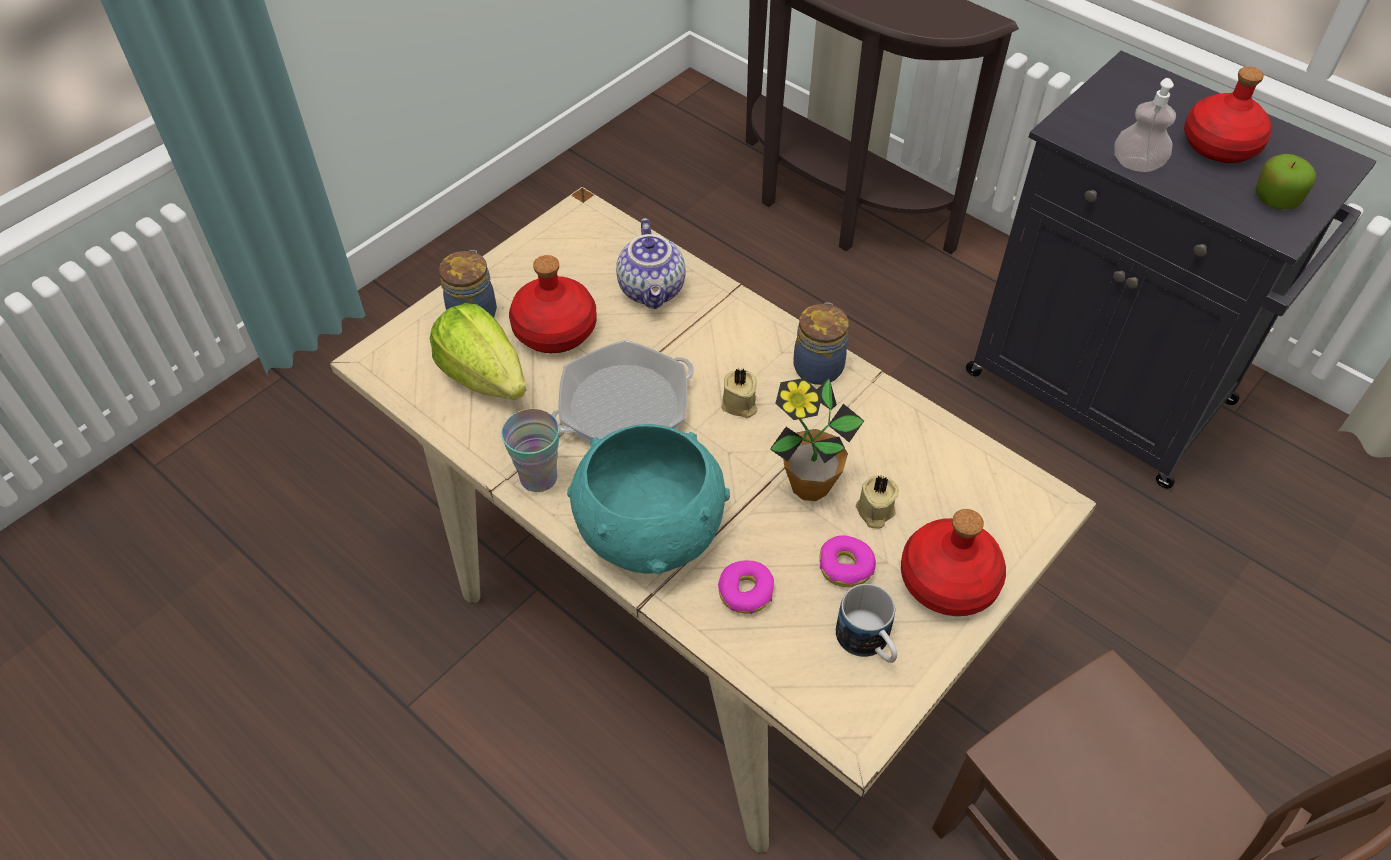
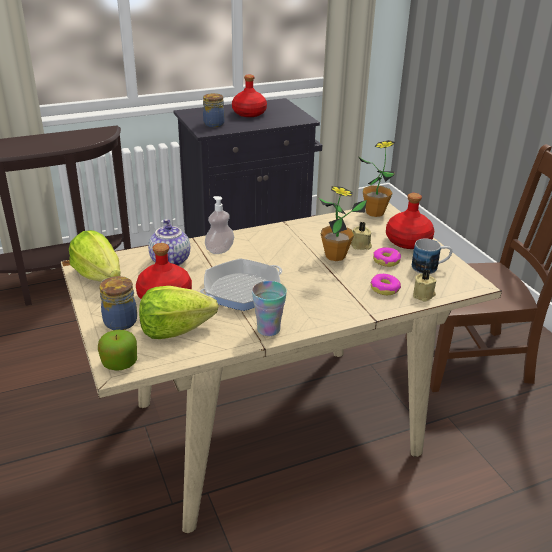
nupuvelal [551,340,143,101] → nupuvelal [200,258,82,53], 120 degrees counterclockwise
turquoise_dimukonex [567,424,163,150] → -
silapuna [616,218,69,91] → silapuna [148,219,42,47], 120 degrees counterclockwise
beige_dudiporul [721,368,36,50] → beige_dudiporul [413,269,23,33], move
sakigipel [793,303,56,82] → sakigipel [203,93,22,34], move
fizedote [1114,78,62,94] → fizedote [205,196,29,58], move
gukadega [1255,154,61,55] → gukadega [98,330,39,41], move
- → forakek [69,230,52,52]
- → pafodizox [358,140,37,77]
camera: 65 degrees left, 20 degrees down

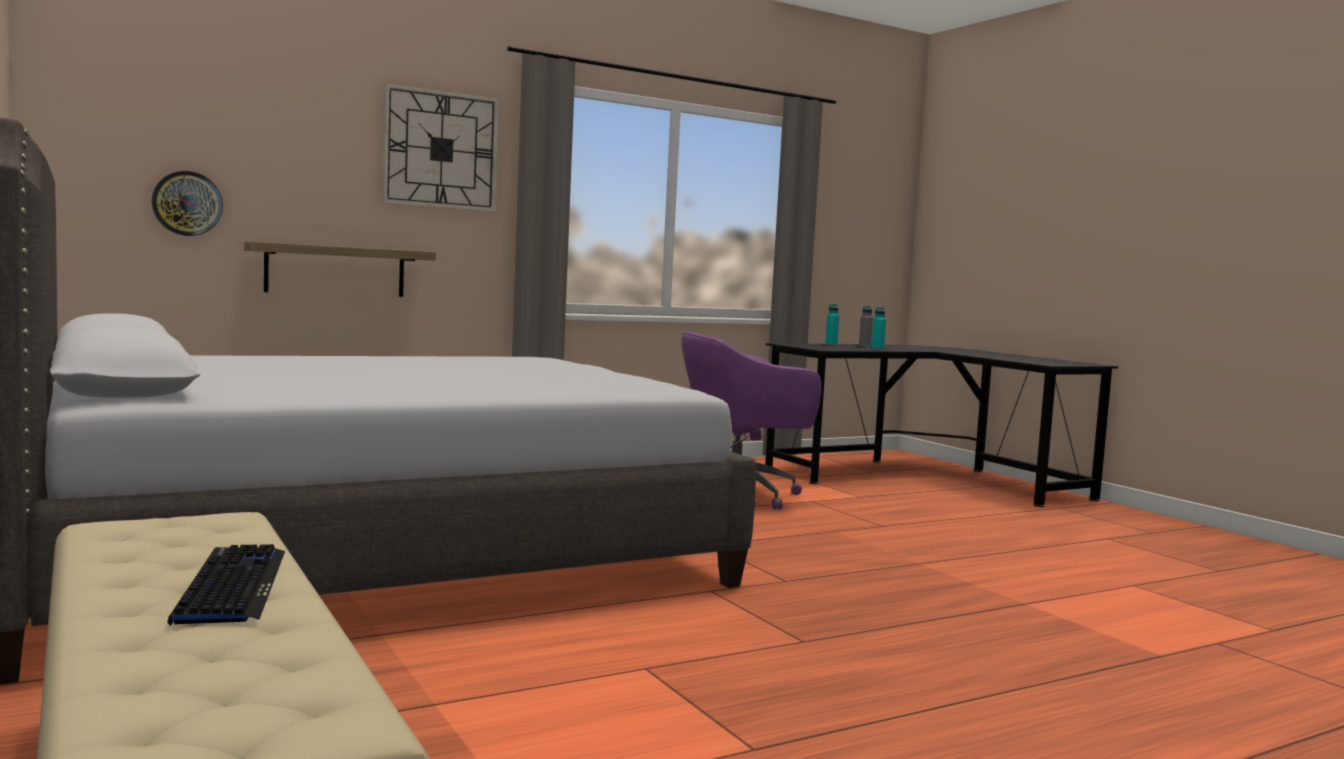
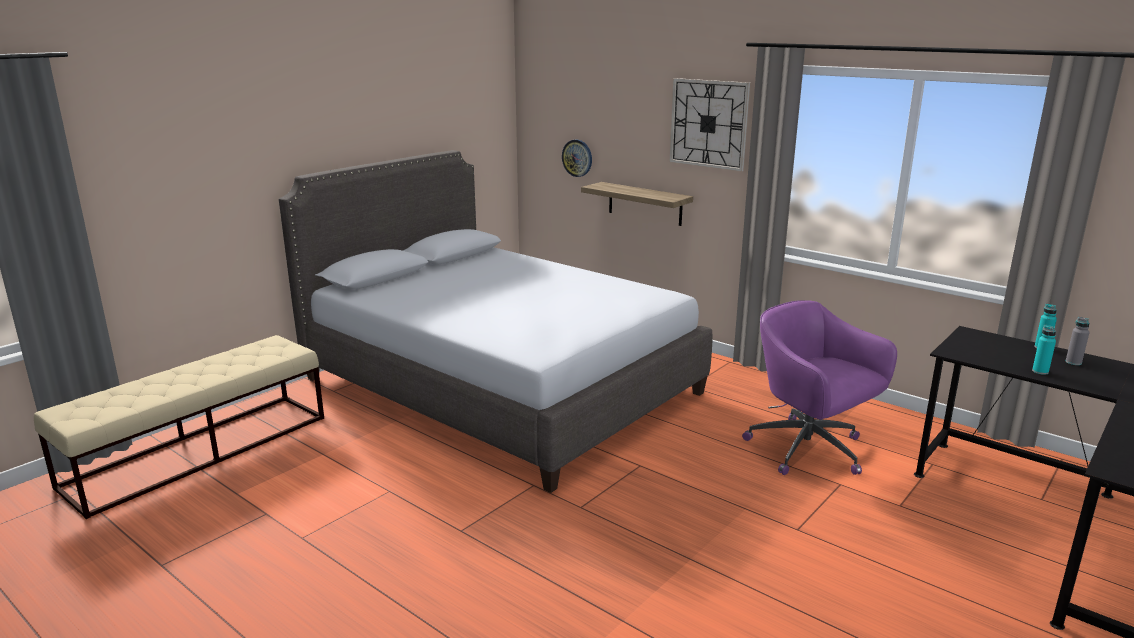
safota [167,544,118,82] → -
camera: 70 degrees right, 15 degrees up

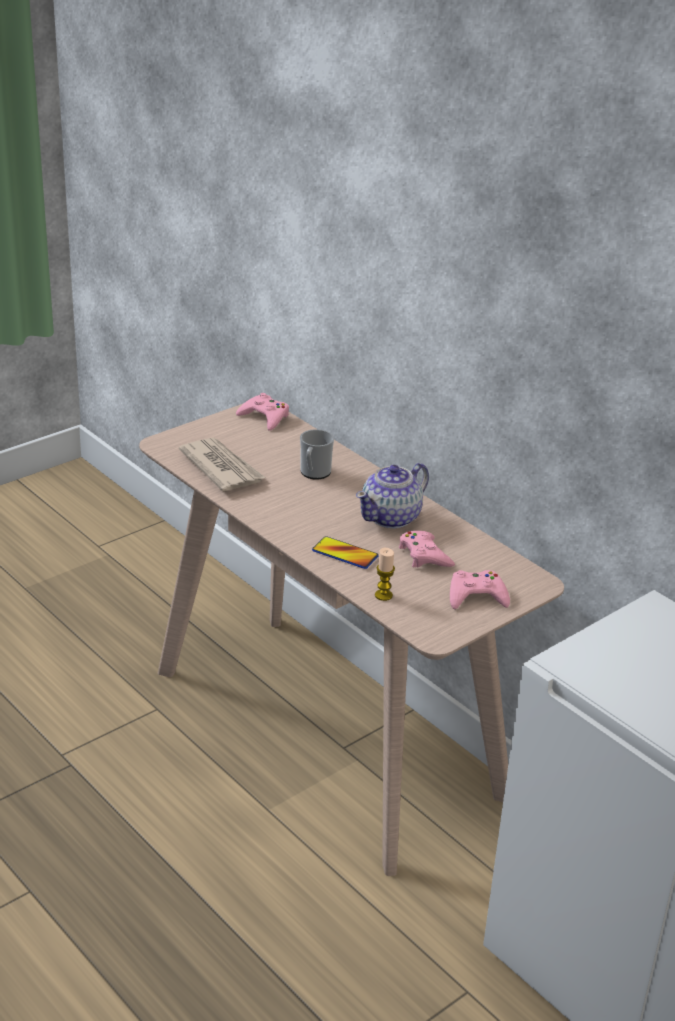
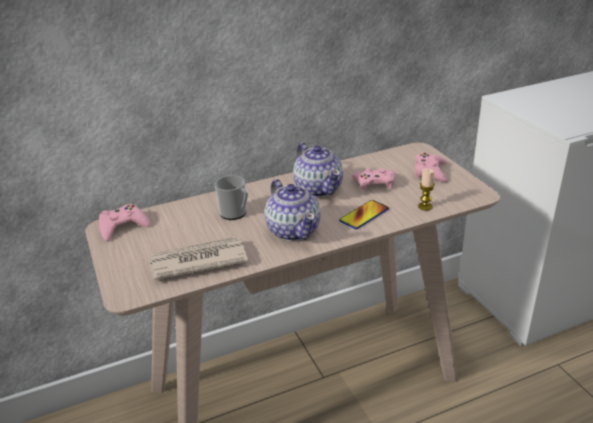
- → silapuna [265,179,55,62]
camera: 70 degrees left, 0 degrees up

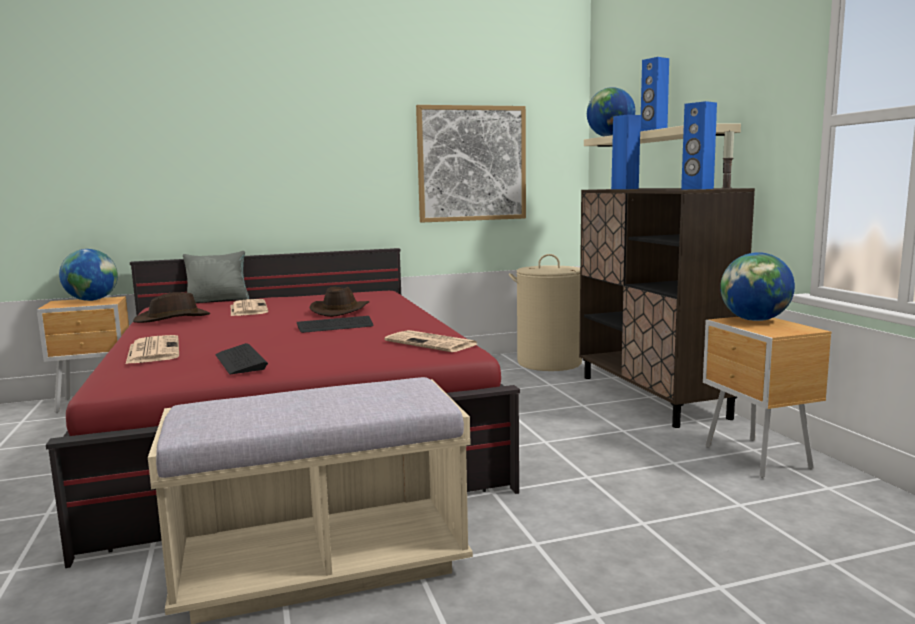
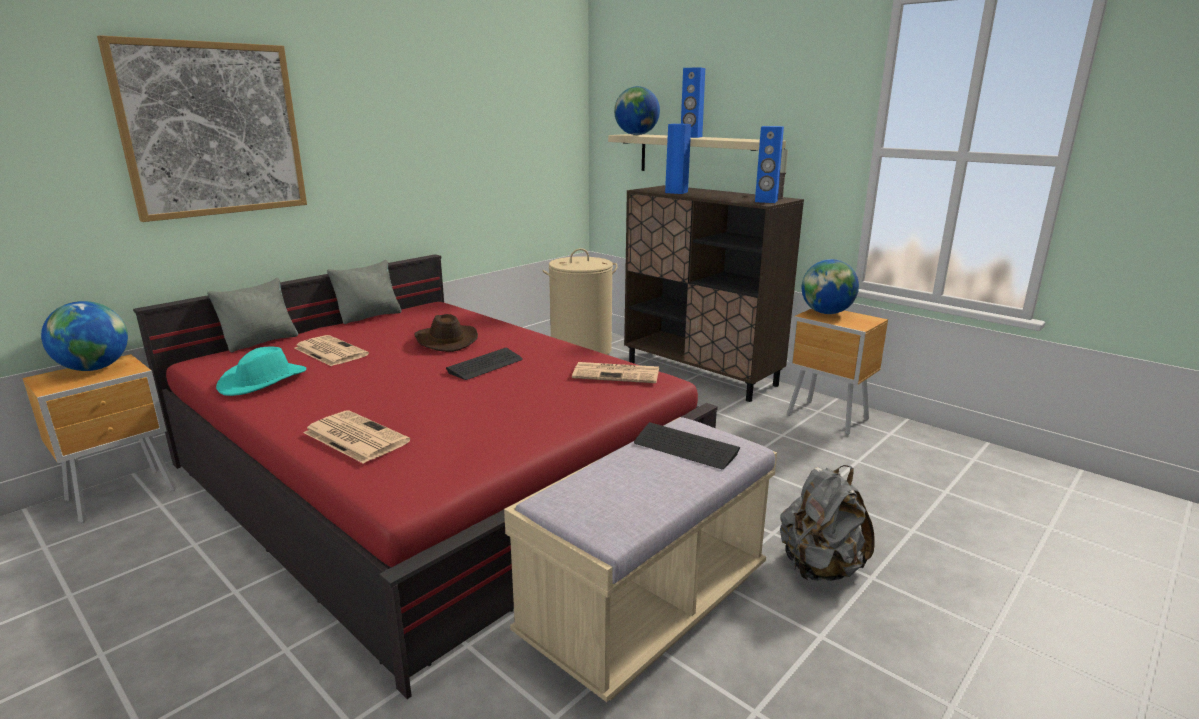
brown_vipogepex [133,292,77,31] → turquoise_vipogepex [216,347,90,49]
safota [216,343,52,31] → safota [634,422,106,47], move
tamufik [416,105,110,118] → tamufik [97,35,210,187], move
- → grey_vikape [327,260,75,64]
- → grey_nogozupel [780,465,95,116]
camera: 30 degrees left, 10 degrees up

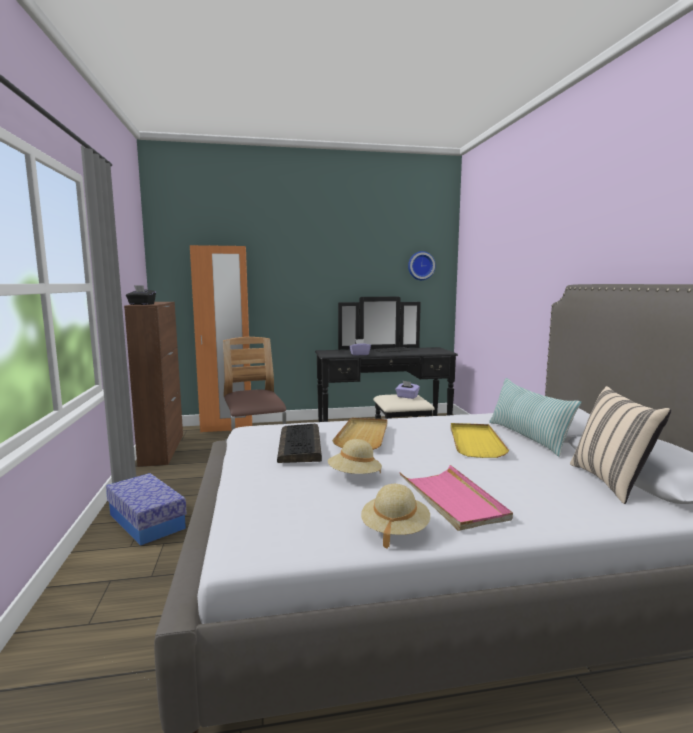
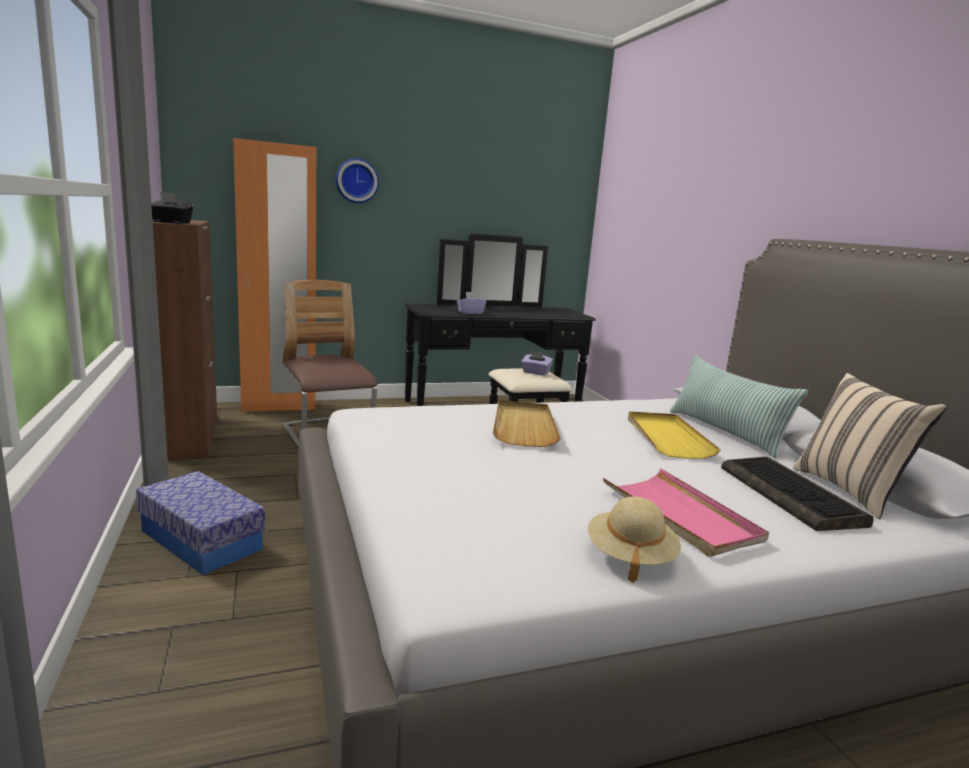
safota [277,424,45,39] → safota [721,457,153,74], move
beige_vipogepex [328,439,54,35] → -
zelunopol [408,251,27,29] → zelunopol [336,158,43,45], move
camera: 10 degrees left, 5 degrees up

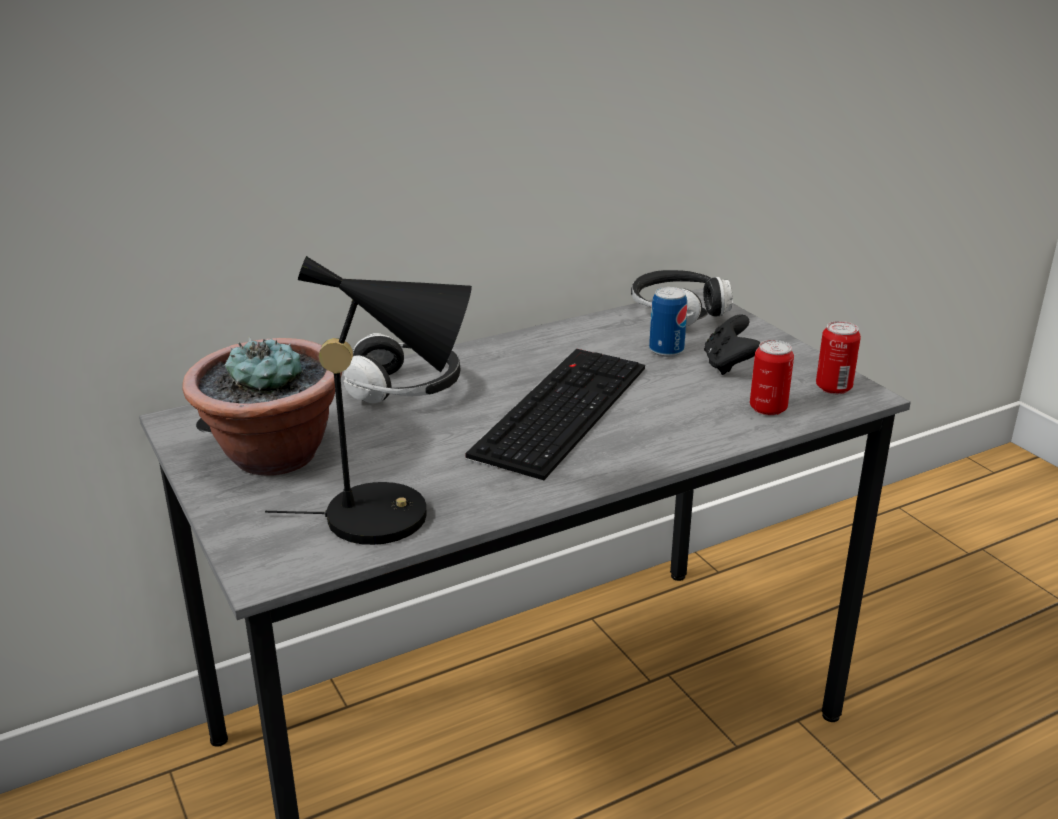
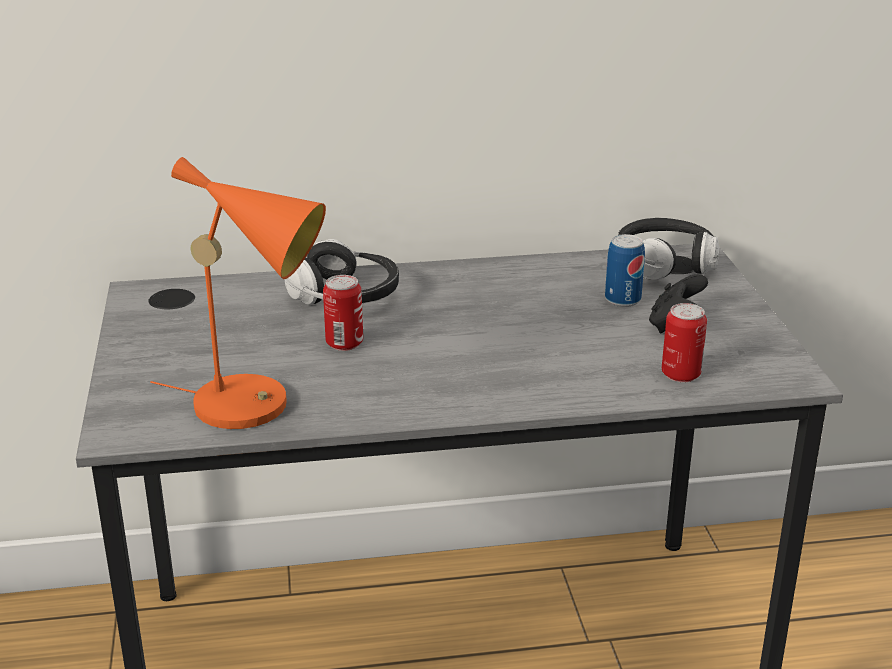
pafodizox [182,337,160,138] → -
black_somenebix [265,256,207,289] → orange_somenebix [150,157,176,272]
safota [466,349,179,131] → -
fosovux [816,321,45,73] → fosovux [323,275,40,76], move
camera: 20 degrees right, 0 degrees up

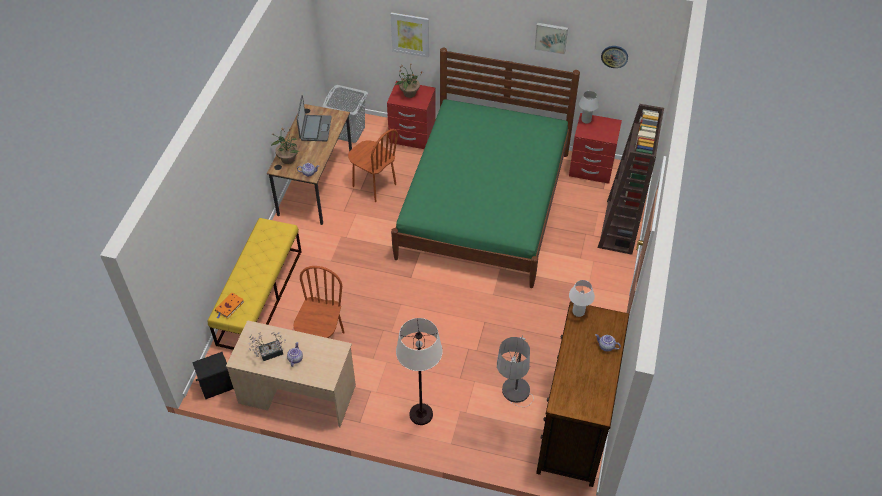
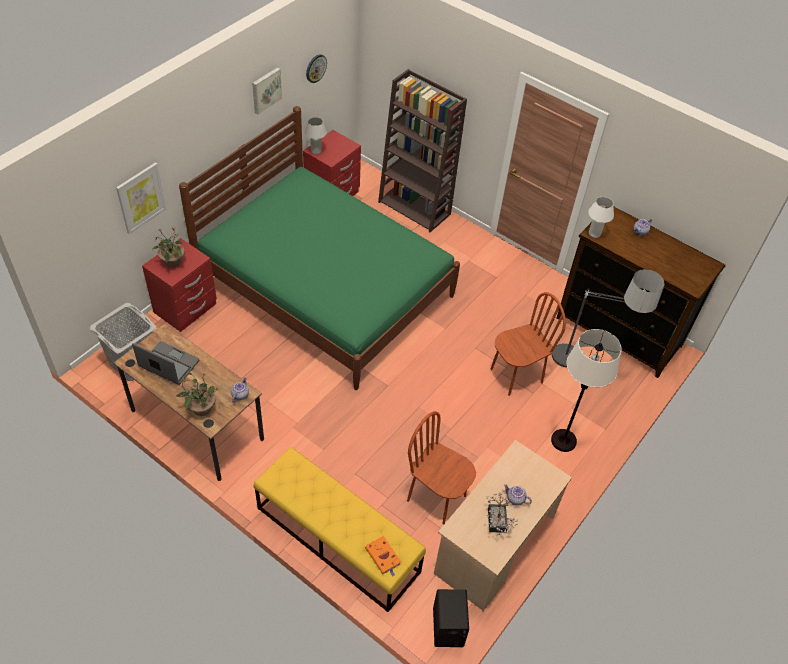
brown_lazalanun [348,129,50,73] → brown_lazalanun [490,292,76,104], move
camera: 70 degrees left, 0 degrees up

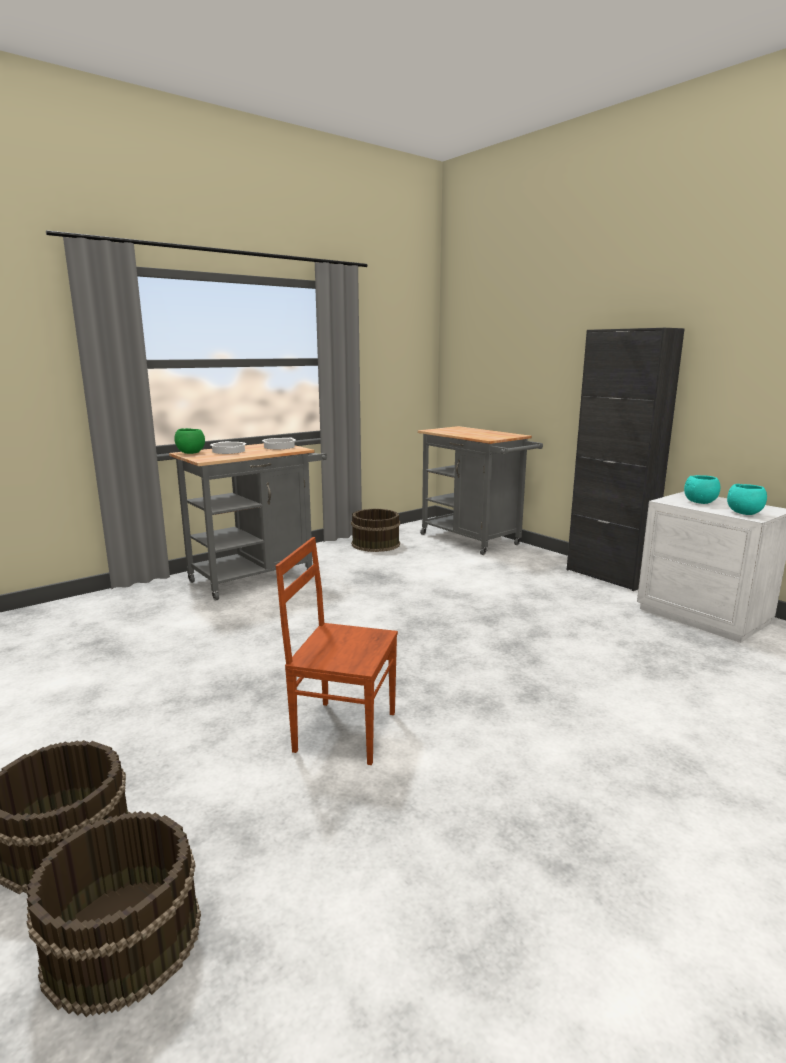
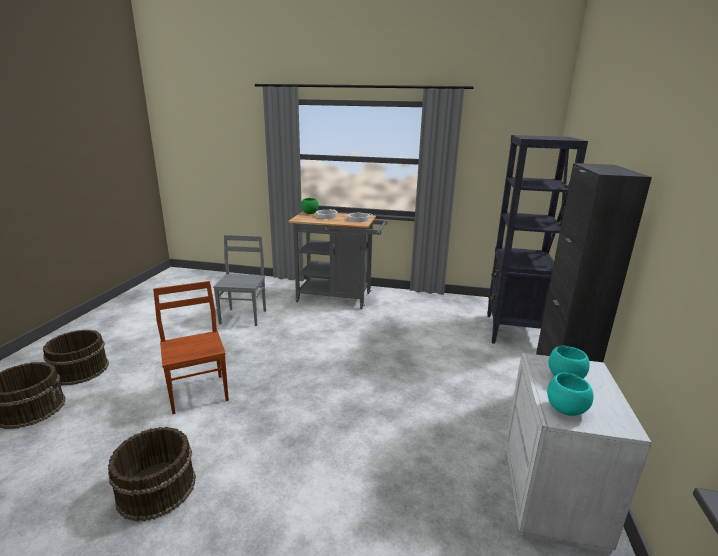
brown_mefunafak [351,509,49,43] → brown_mefunafak [108,427,88,95], move
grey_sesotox [417,426,126,129] → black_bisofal [487,135,101,209]
- → grey_lazalanun [213,235,53,91]
camera: 50 degrees right, 5 degrees up

